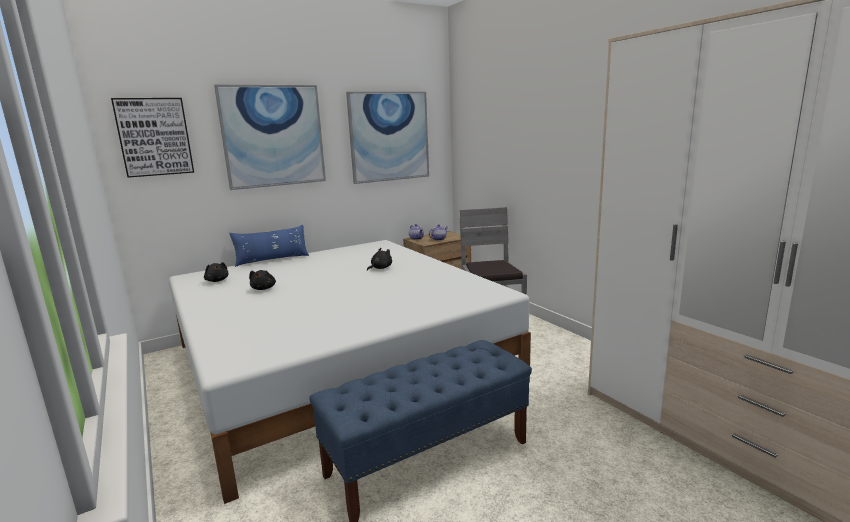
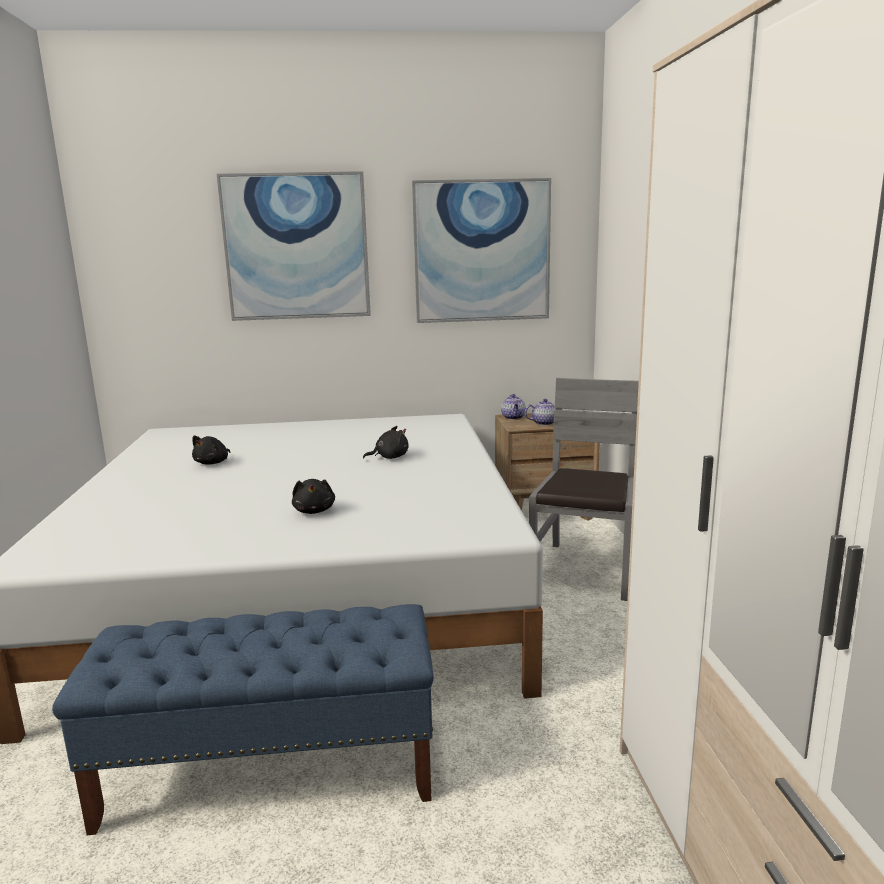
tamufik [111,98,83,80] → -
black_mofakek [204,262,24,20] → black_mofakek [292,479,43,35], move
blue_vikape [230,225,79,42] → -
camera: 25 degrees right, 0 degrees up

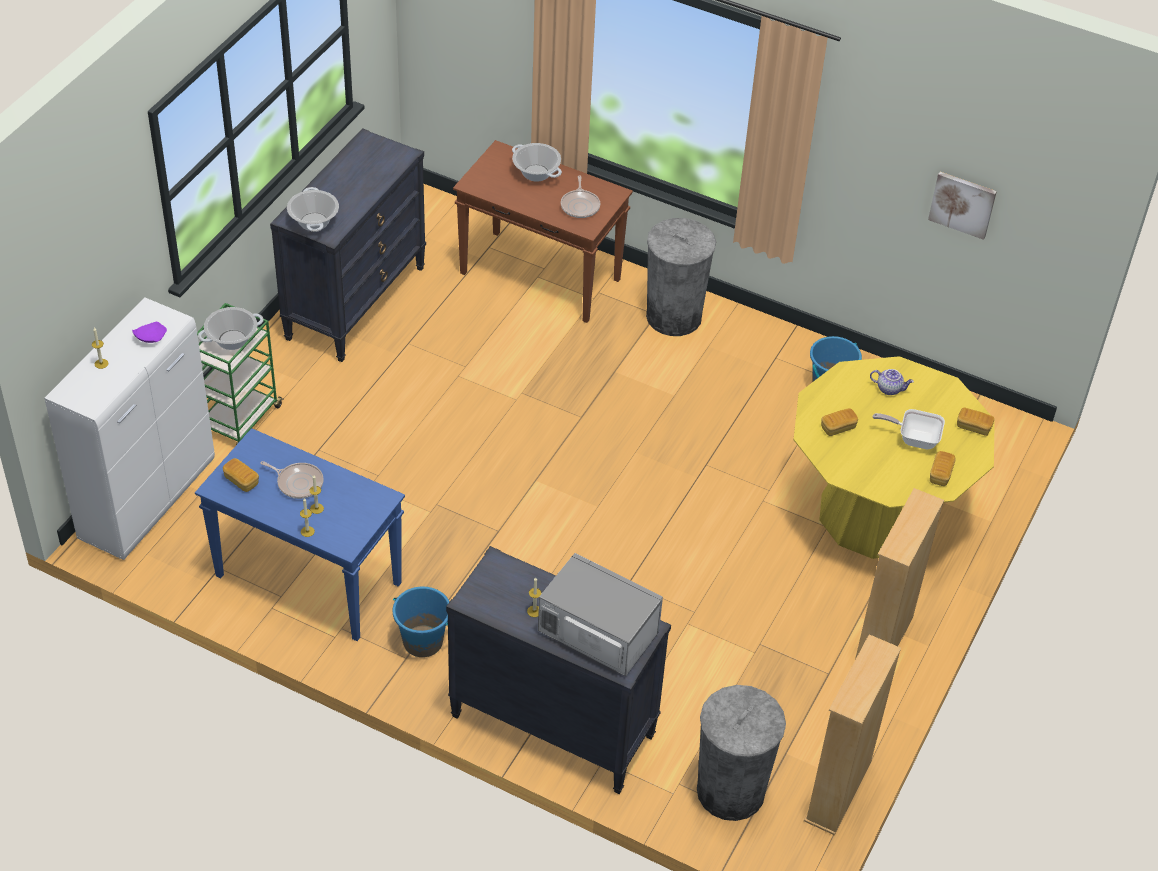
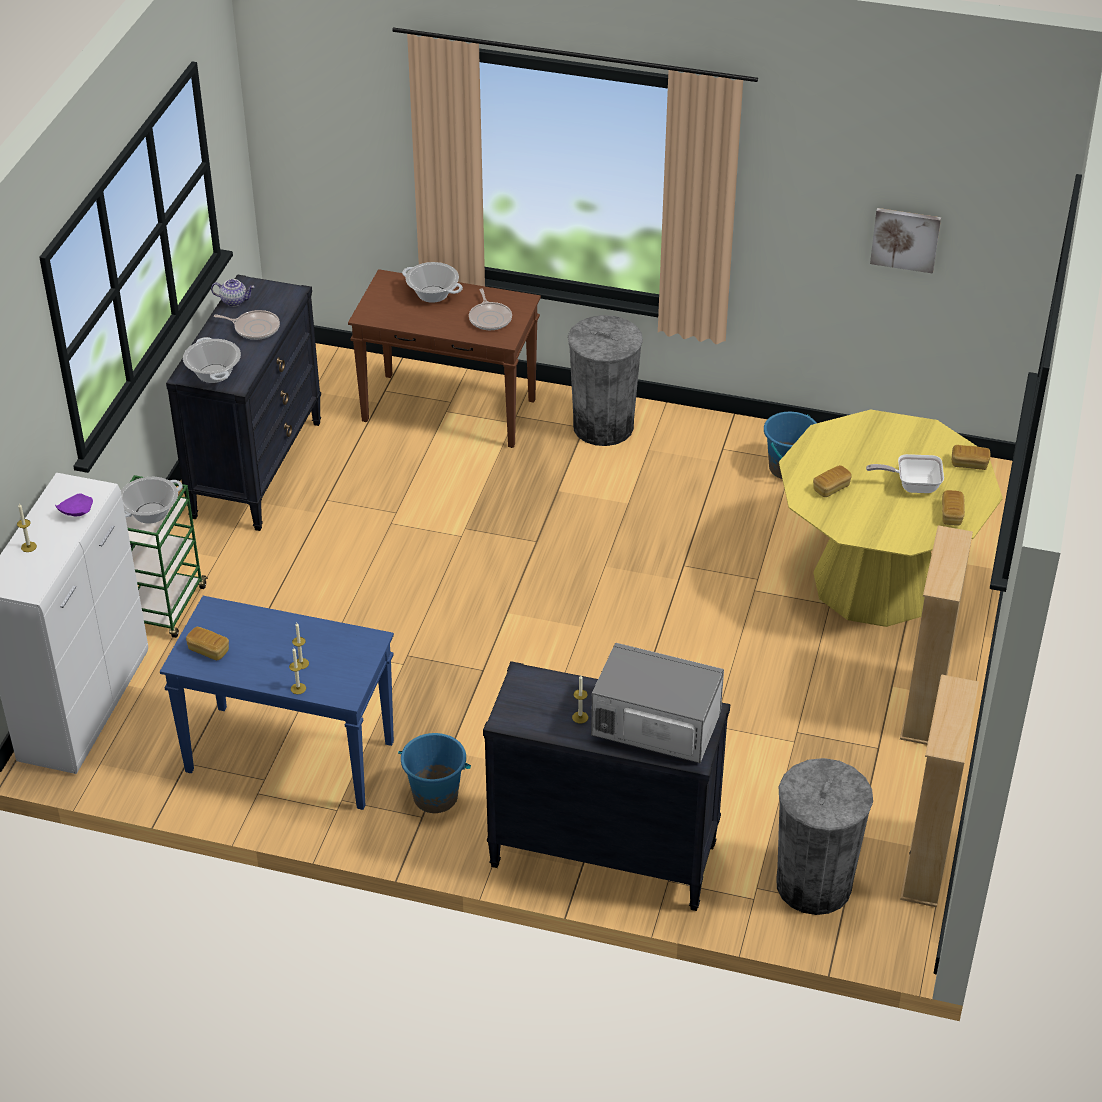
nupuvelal [260,461,64,38] → nupuvelal [214,310,66,30], move
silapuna [870,369,44,26] → silapuna [211,279,44,28], move
camera: 10 degrees left, 5 degrees down

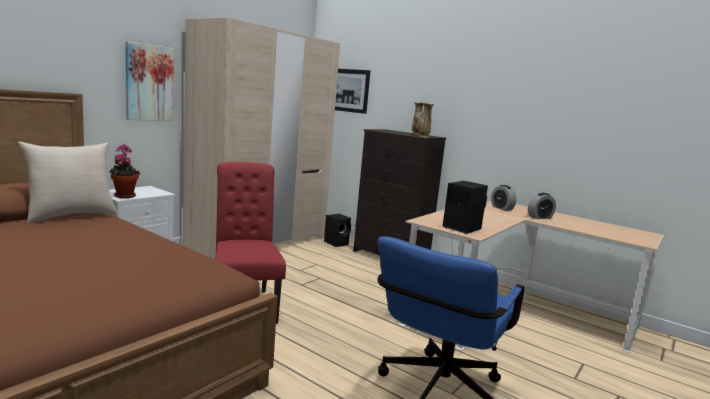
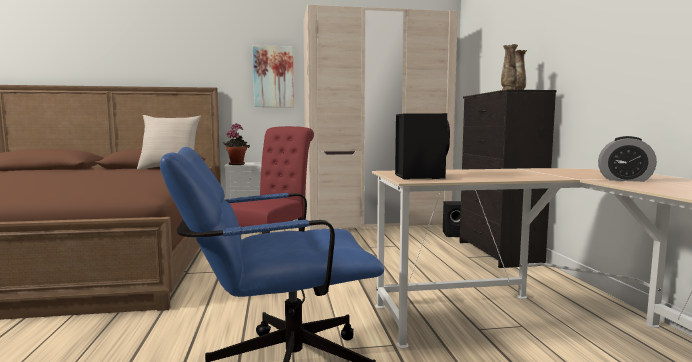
tamufik [335,69,35,45] → -
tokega [491,185,26,26] → -
camera: 45 degrees right, 5 degrees down

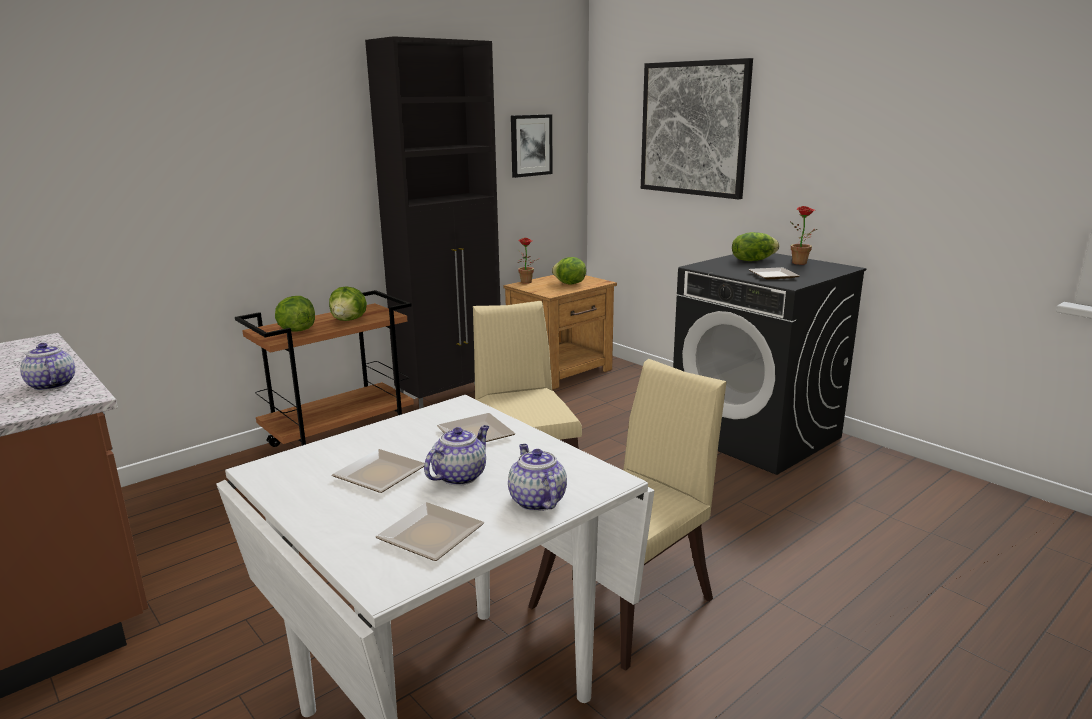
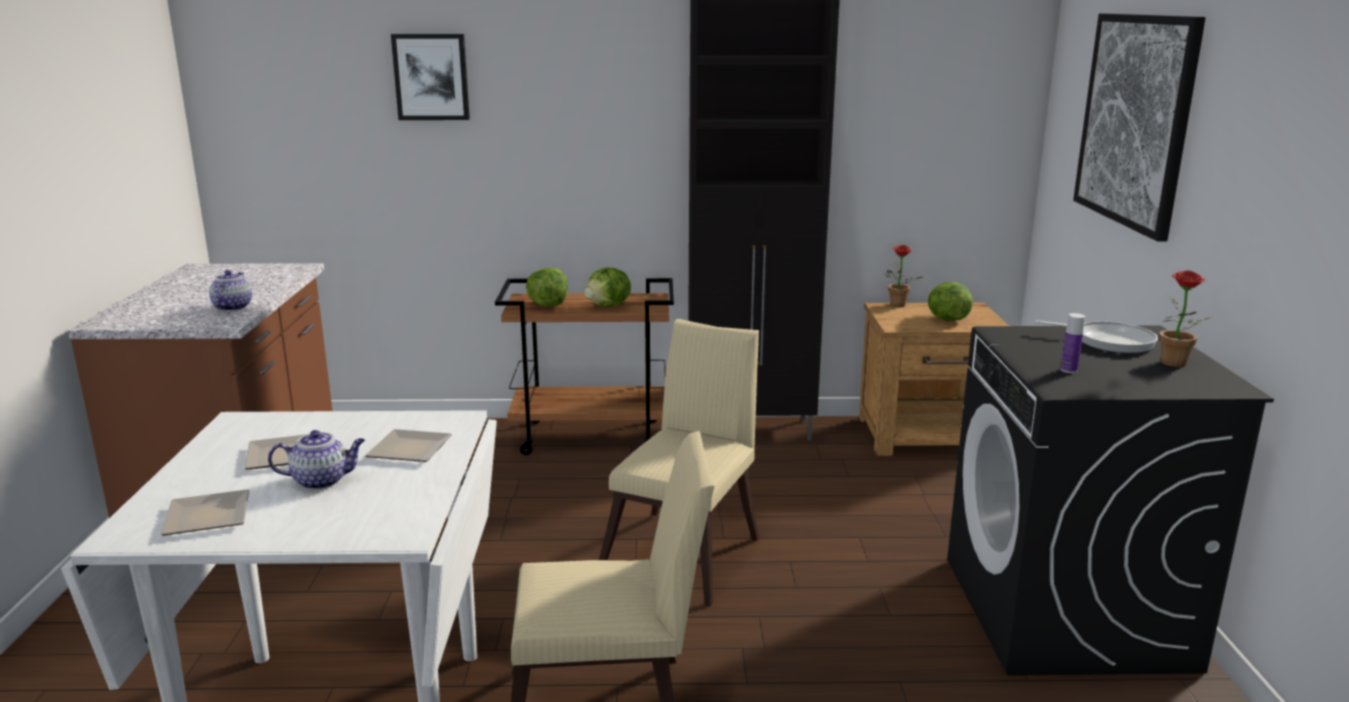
silapuna [508,444,59,67] → -
tamufik [511,114,42,64] → tamufik [391,34,79,86], move
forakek [732,232,47,29] → nupuvelal [1035,320,123,33]
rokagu [748,267,52,13] → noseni [1061,313,24,60]
camera: 40 degrees right, 0 degrees up

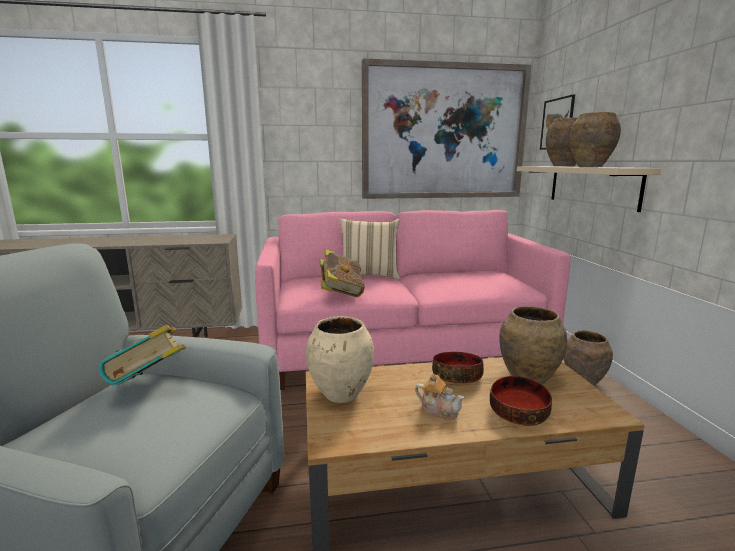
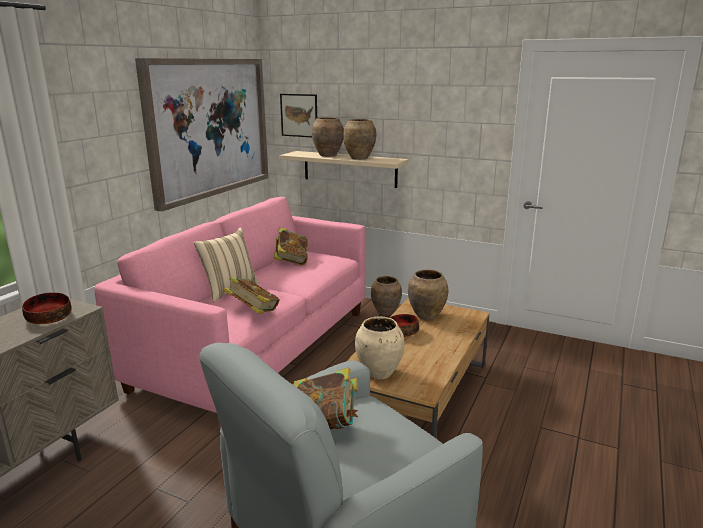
silapuna [415,374,50,46] → -
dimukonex [490,376,62,50] → dimukonex [22,292,50,32], move
- → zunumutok [274,227,34,38]
camera: 55 degrees left, 5 degrees up

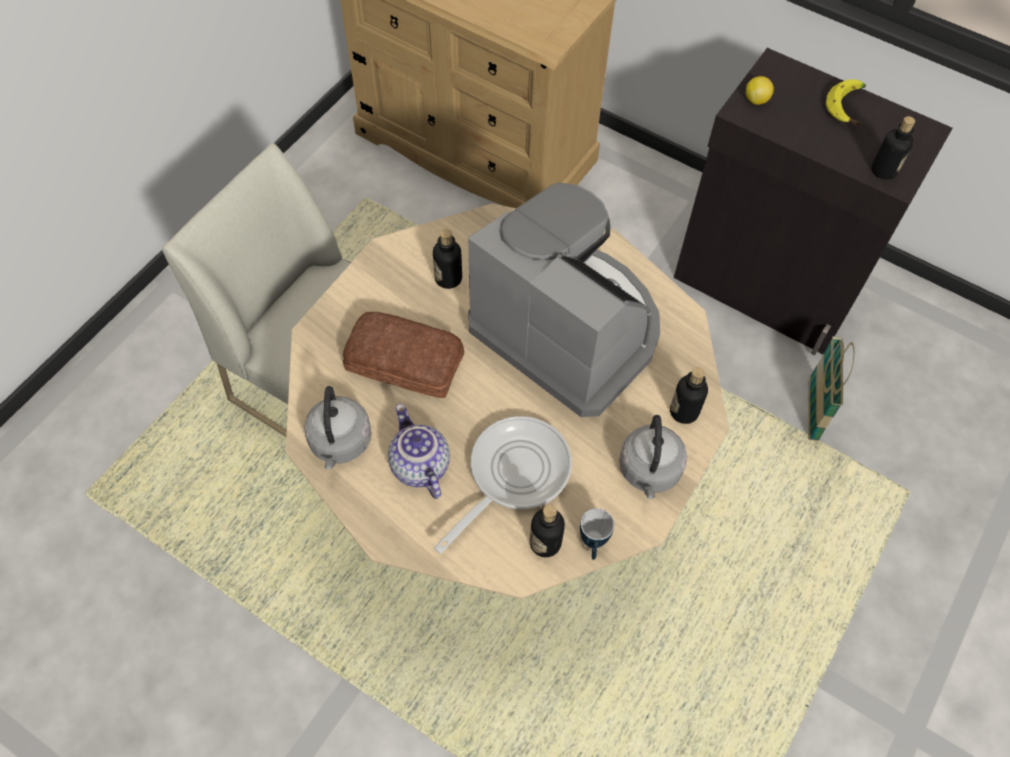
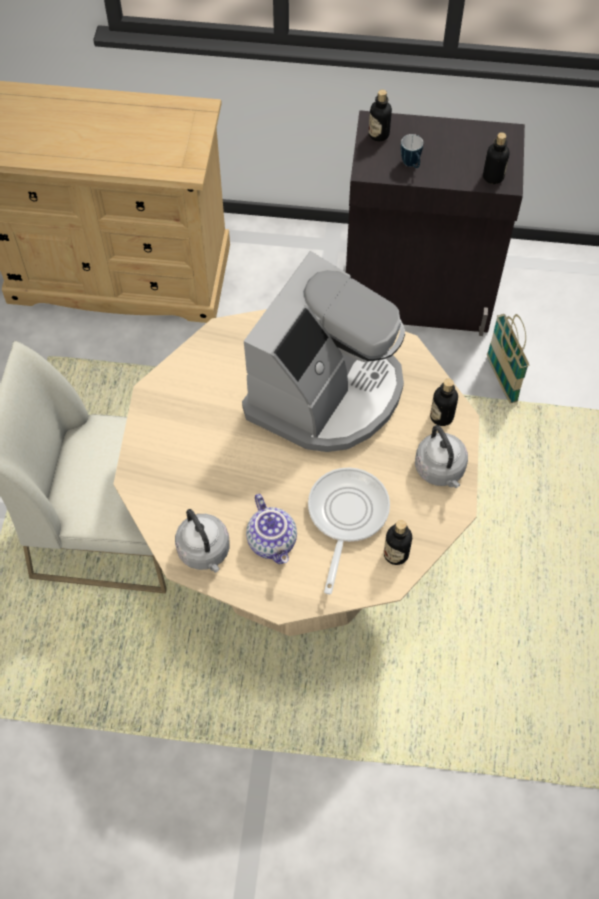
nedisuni [343,312,121,86] → -
silapuna [388,404,62,95] → silapuna [246,494,51,70], 150 degrees counterclockwise
noseni [433,229,29,60] → noseni [369,89,23,52], move
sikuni [468,183,192,234] → sikuni [242,251,163,201], 105 degrees clockwise
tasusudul [580,508,34,52] → tasusudul [401,134,22,34], move
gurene [746,76,28,29] → -
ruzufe [826,79,40,46] → -
camera: 25 degrees left, 0 degrees up

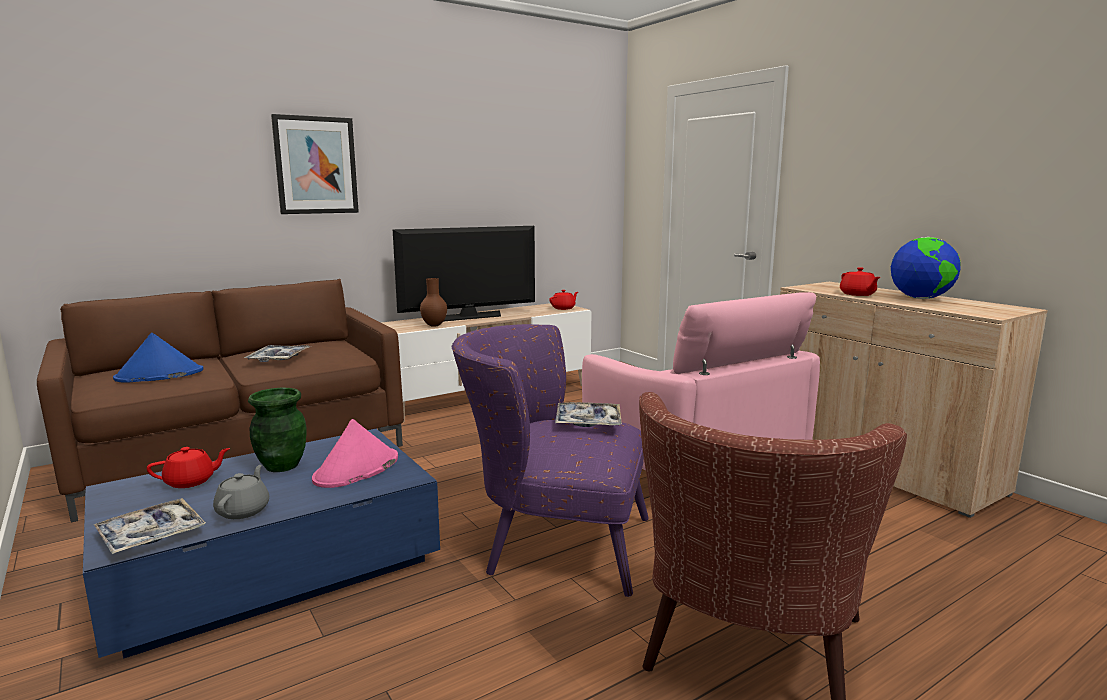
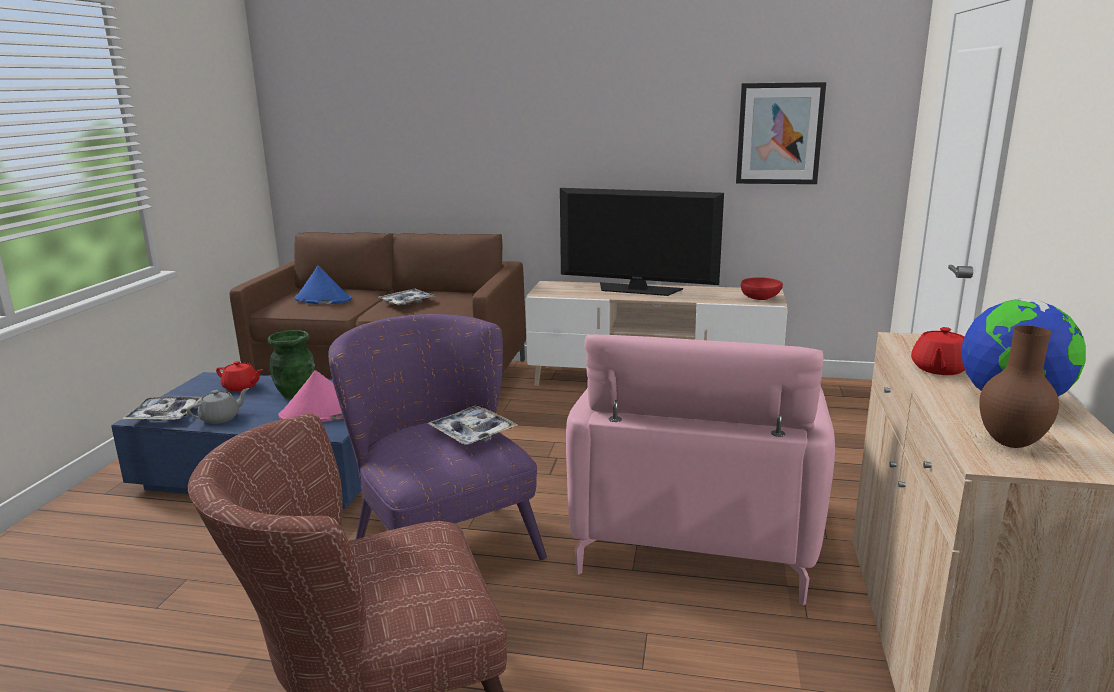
tamufik [271,114,88,100] → tamufik [736,82,90,102], move
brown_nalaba [420,278,27,49] → brown_nalaba [979,325,80,123], move
red_silapuna [549,290,29,20] → red_dimukonex [741,277,42,23]
camera: 45 degrees right, 5 degrees up

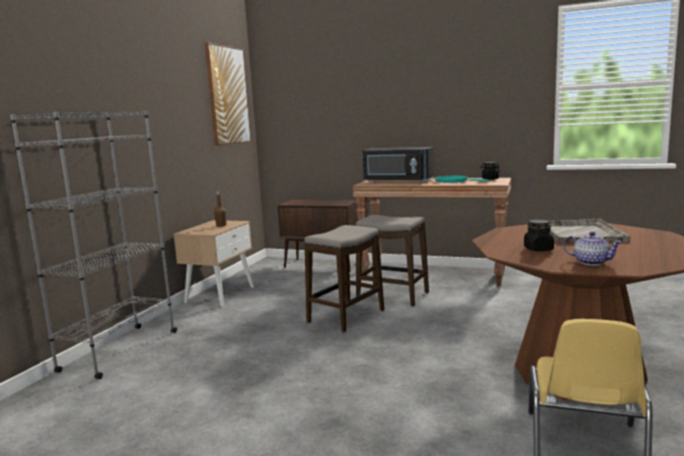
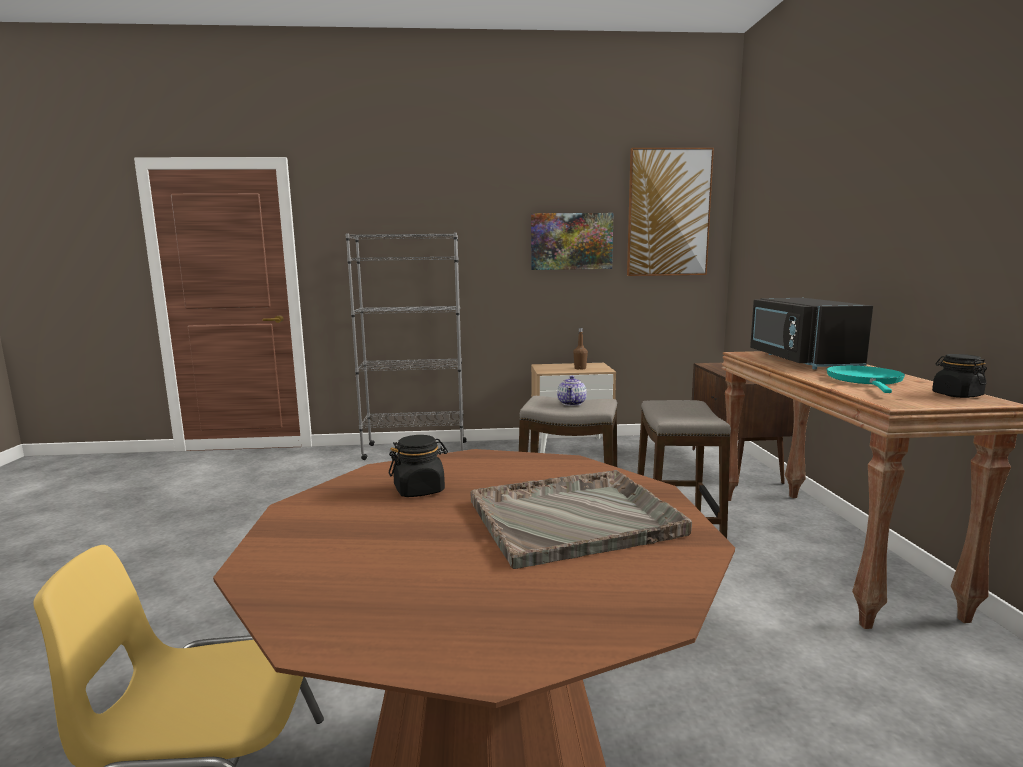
silapuna [563,231,59,34] → silapuna [557,375,30,31], move
- → tamufik [531,213,82,57]
camera: 65 degrees right, 0 degrees up

